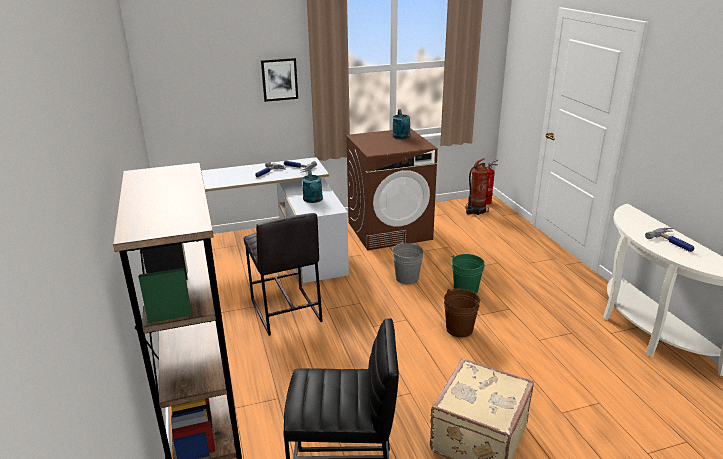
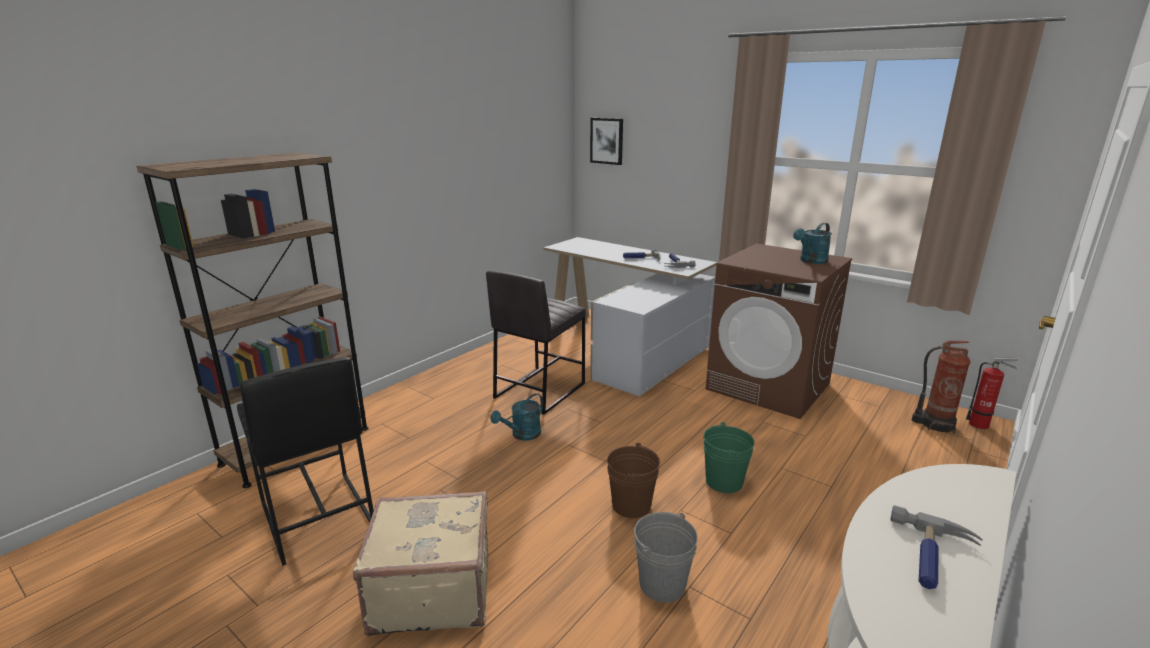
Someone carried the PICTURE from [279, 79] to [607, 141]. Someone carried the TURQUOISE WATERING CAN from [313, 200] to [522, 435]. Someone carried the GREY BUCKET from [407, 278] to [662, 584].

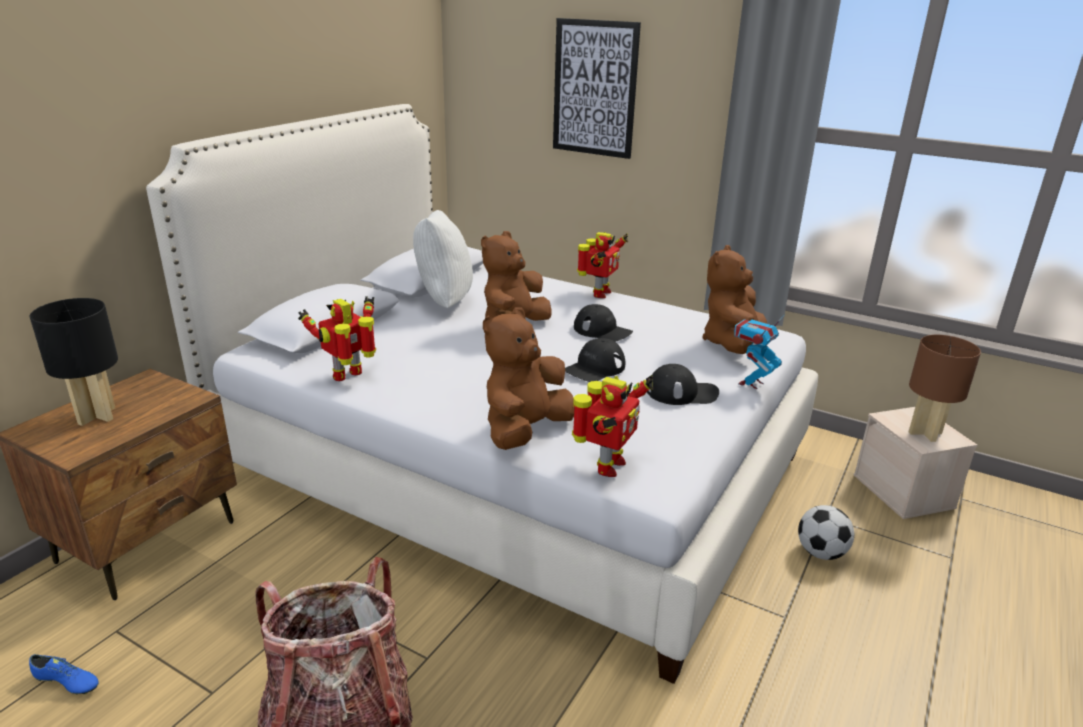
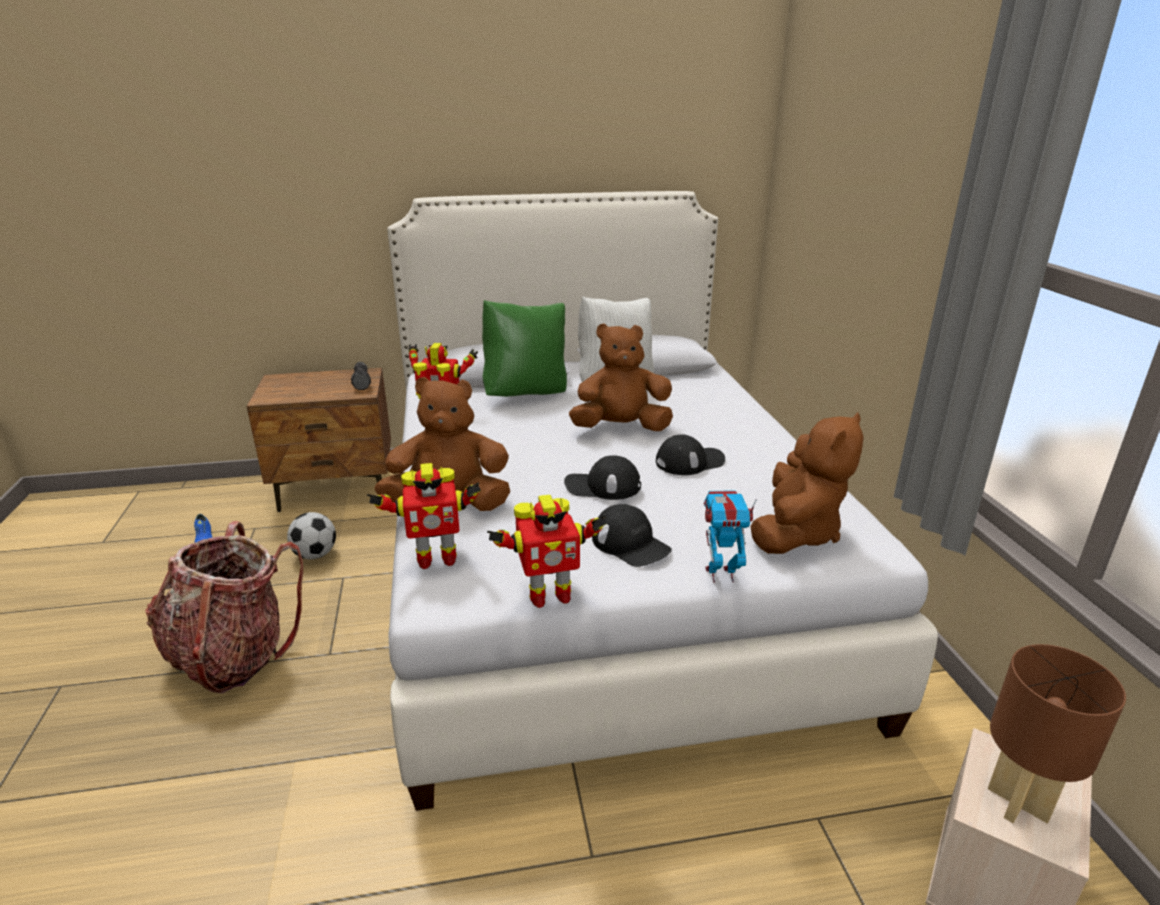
Someone took away the PICTURE at [595, 88]. Someone carried the TOY ROBOT from [599, 294] to [548, 595]. Someone rotated the BROWN PLUSH TOY at [732, 344] by 135 degrees clockwise. Someone took away the BLACK TABLE LAMP at [97, 415]. Someone rotated the BLACK CAP at [602, 331] by 105 degrees counterclockwise. Someone carried the FOOTBALL from [821, 553] to [315, 555]. Someone put down the GREEN PILLOW at [526, 393]. Someone put down the FLASHLIGHT at [363, 382].

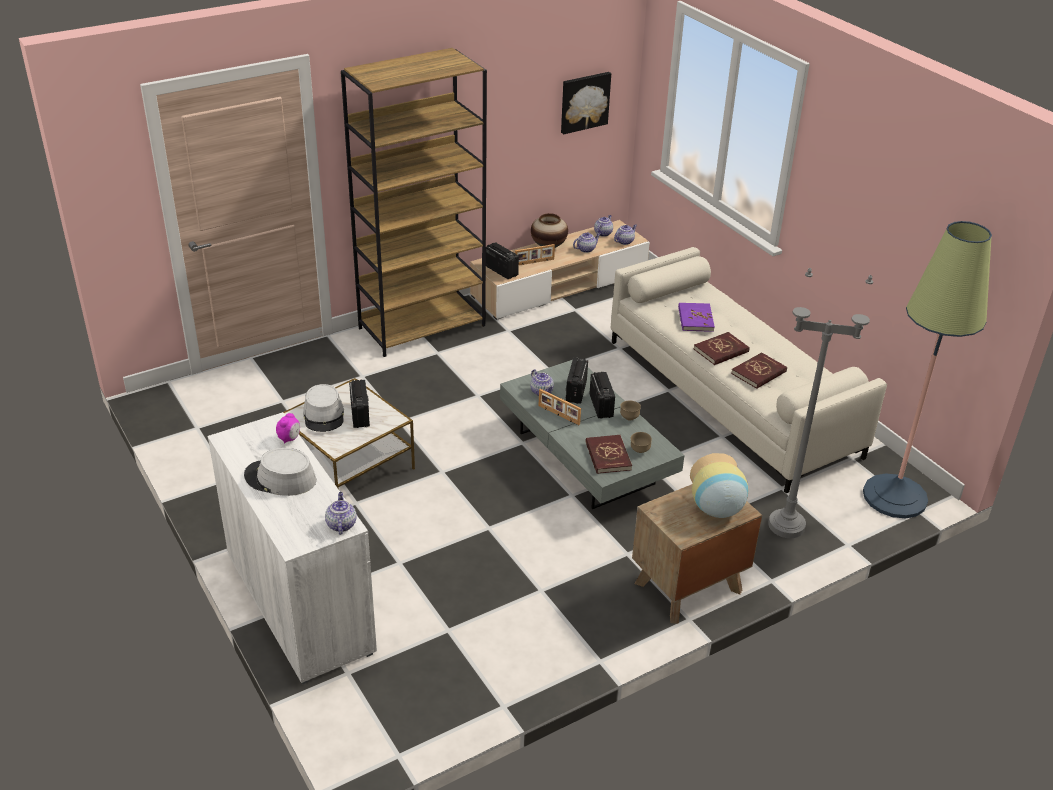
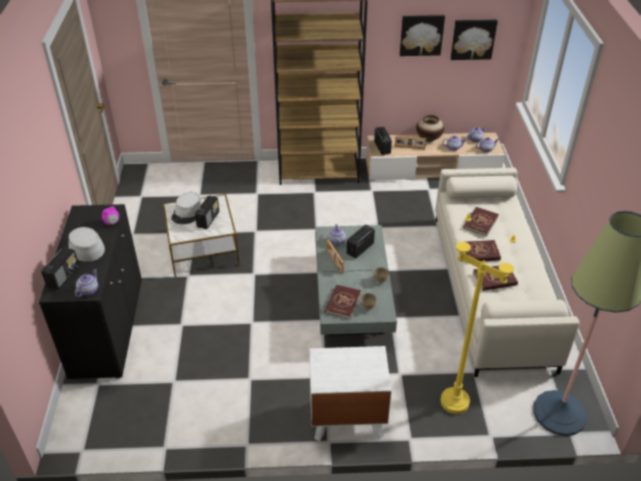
Someone repainted the GREY FLOOR LAMP at [786, 525], which became the YELLOW FLOOR LAMP at [454, 401]. Someone repainted the PURPLE BOOK at [695, 319], which became the RED BOOK at [480, 222]. Someone carried the RADIO from [601, 405] to [63, 276]. Someone repainted the WHITE CABINET at [300, 602], which became the BLACK CABINET at [108, 327]. Someone took away the VASE at [716, 509]. Someone repainted the BROWN NIGHTSTAND at [688, 587], which became the WHITE NIGHTSTAND at [346, 418]. Someone put up the PICTURE at [421, 34].

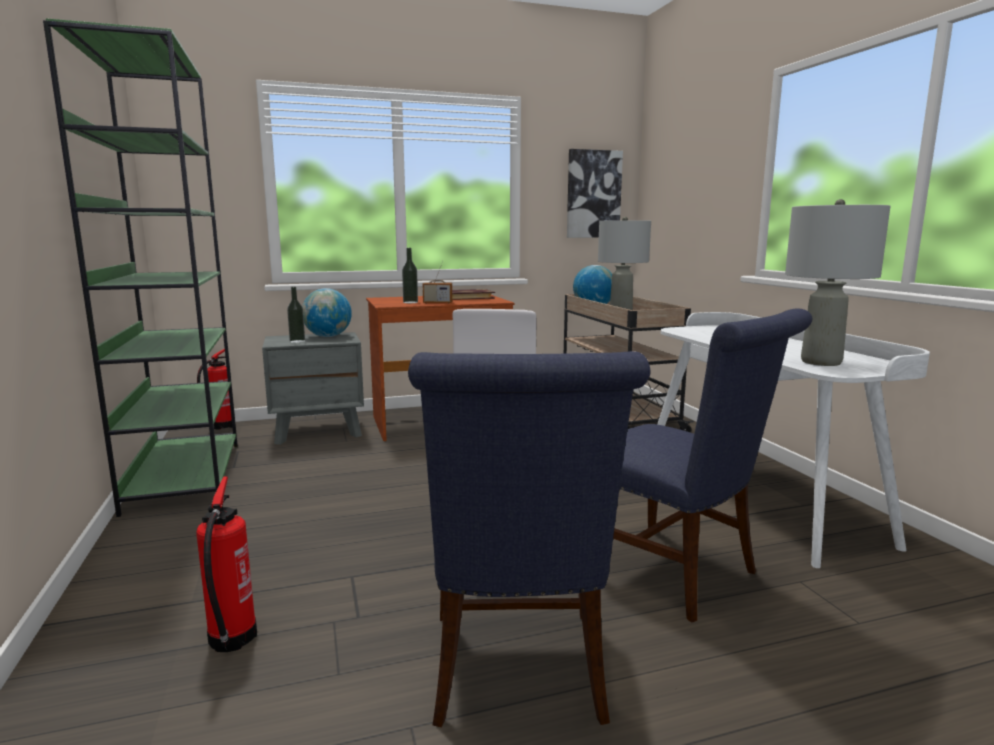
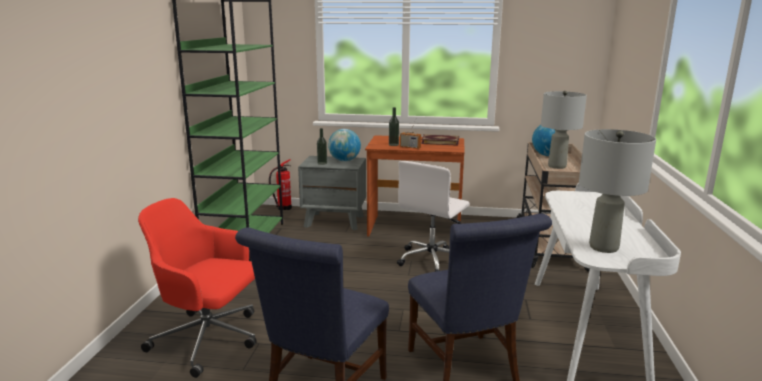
Someone took away the PICTURE at [593, 194]. Someone swapped the FIRE EXTINGUISHER at [230, 640] for the RED OFFICE CHAIR at [209, 339].

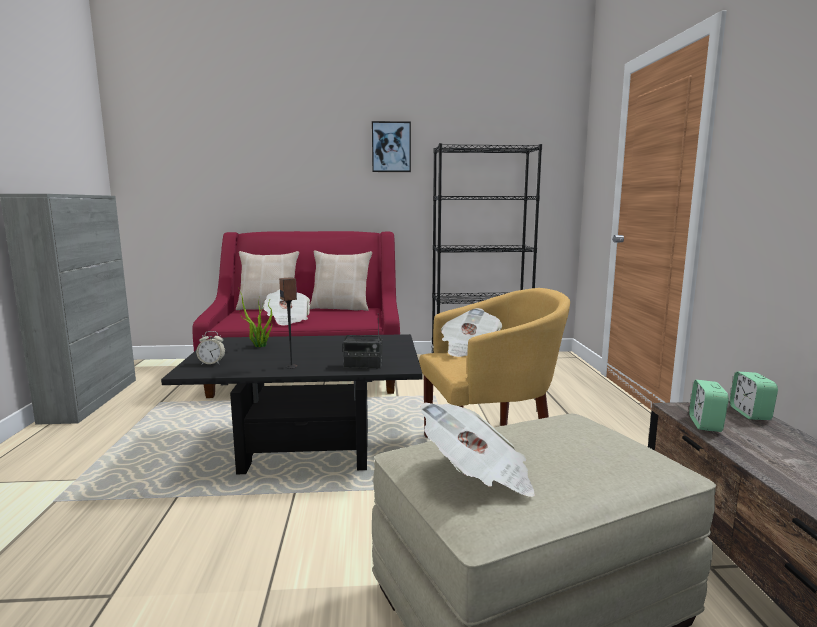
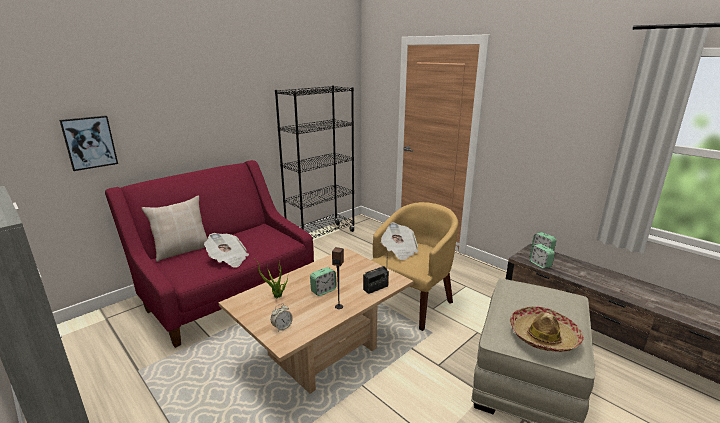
Someone carried the PICTURE from [391, 147] to [89, 142]. Someone took away the BEIGE PILLOW at [341, 308]. Someone repainted the BLACK COFFEE TABLE at [308, 449], which became the BEIGE COFFEE TABLE at [322, 352]. Someone swapped the NEWSPAPER at [478, 476] for the HAT at [543, 336]. Someone put down the ALARM CLOCK at [323, 290].

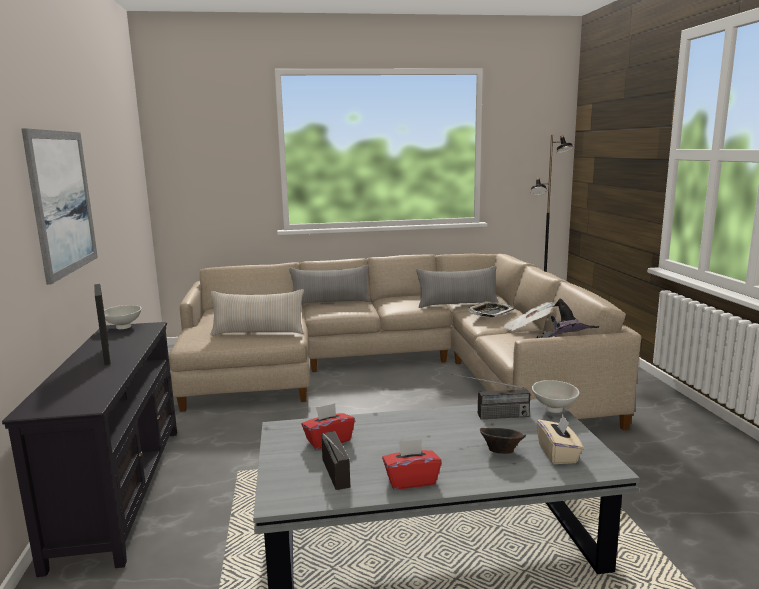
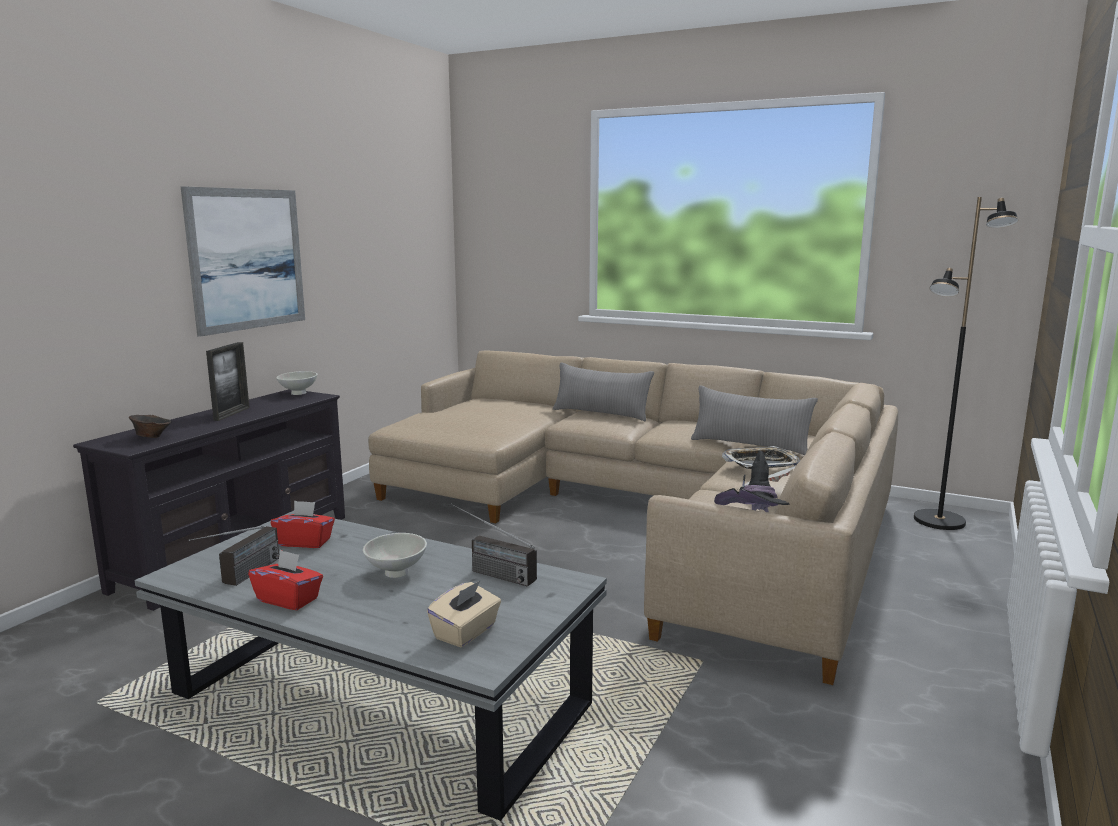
Someone took away the BEIGE PILLOW at [258, 332]. Someone carried the WHITE BOWL from [555, 409] to [397, 573]. Someone carried the BROWN BOWL from [500, 451] to [152, 437].

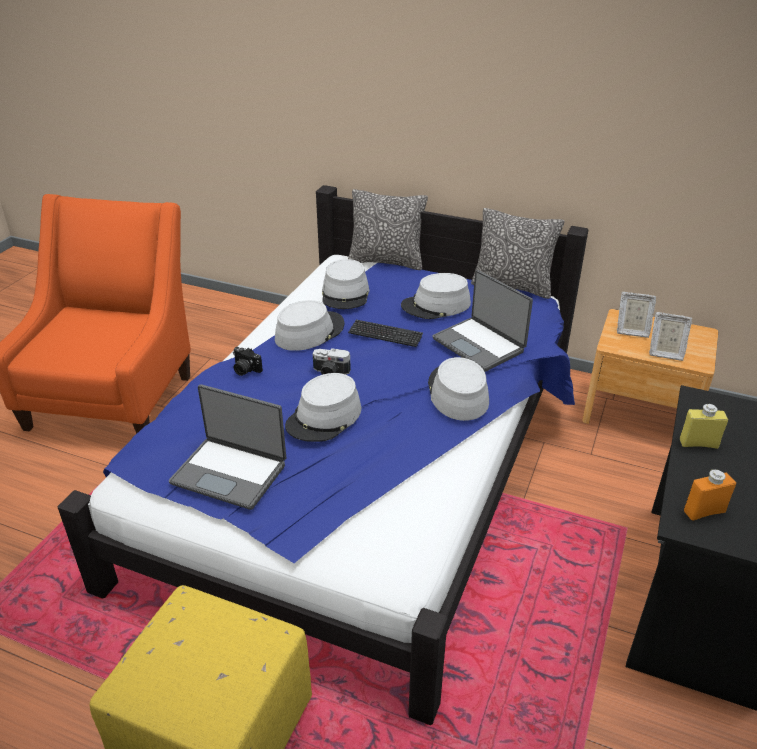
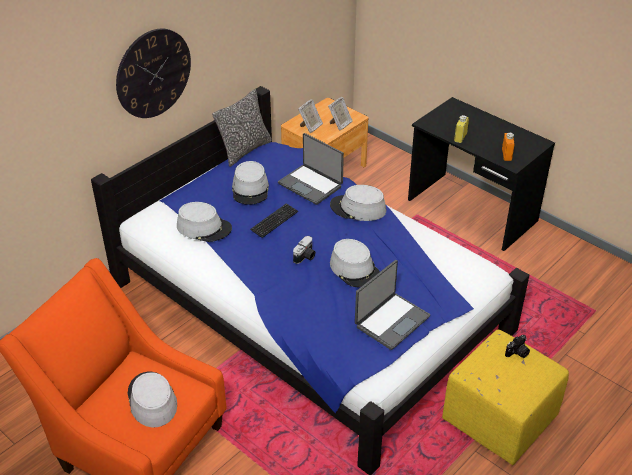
Someone took away the PILLOW at [386, 261]. Someone rotated the LAPTOP at [479, 344] by 60 degrees clockwise. Someone carried the GREY HAT from [309, 332] to [151, 400]. Someone carried the PHOTO CAMERA from [245, 369] to [517, 353]. Someone put up the WALL CLOCK at [153, 73].

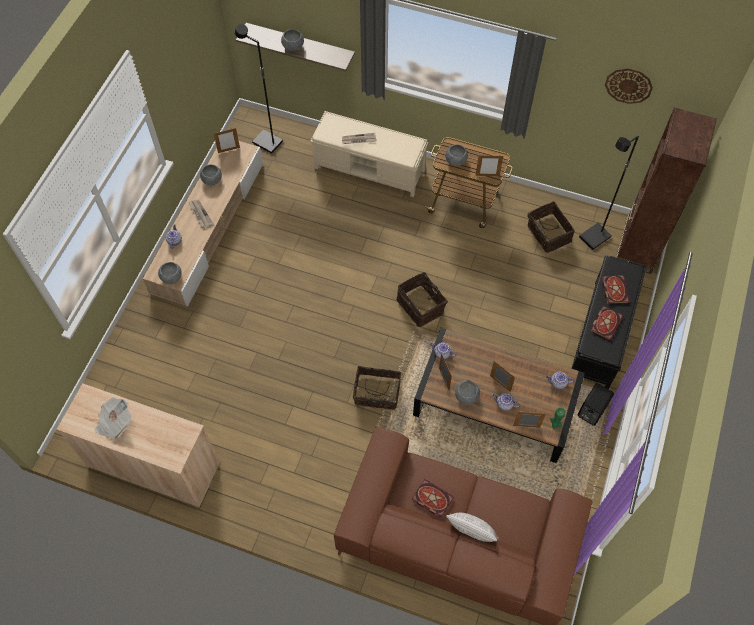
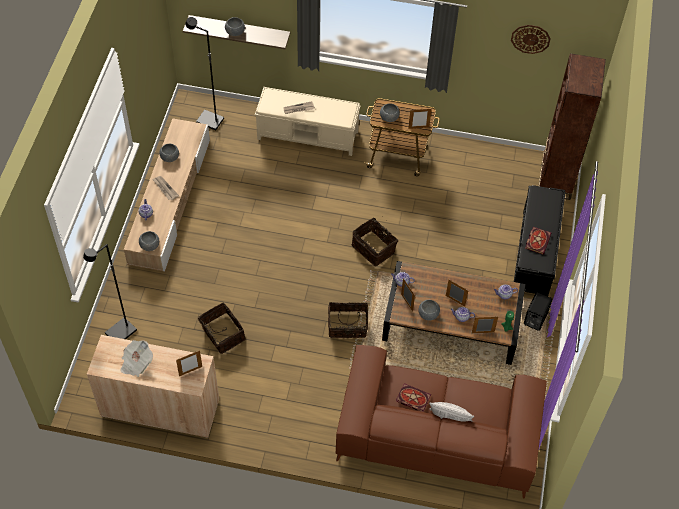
Someone carried the PICTURE FRAME from [229, 150] to [190, 371]. Someone carried the BLACK FLOOR LAMP from [595, 238] to [121, 333]. Someone carried the BASKET from [547, 234] to [222, 334]. Someone took away the BOOK at [614, 289].

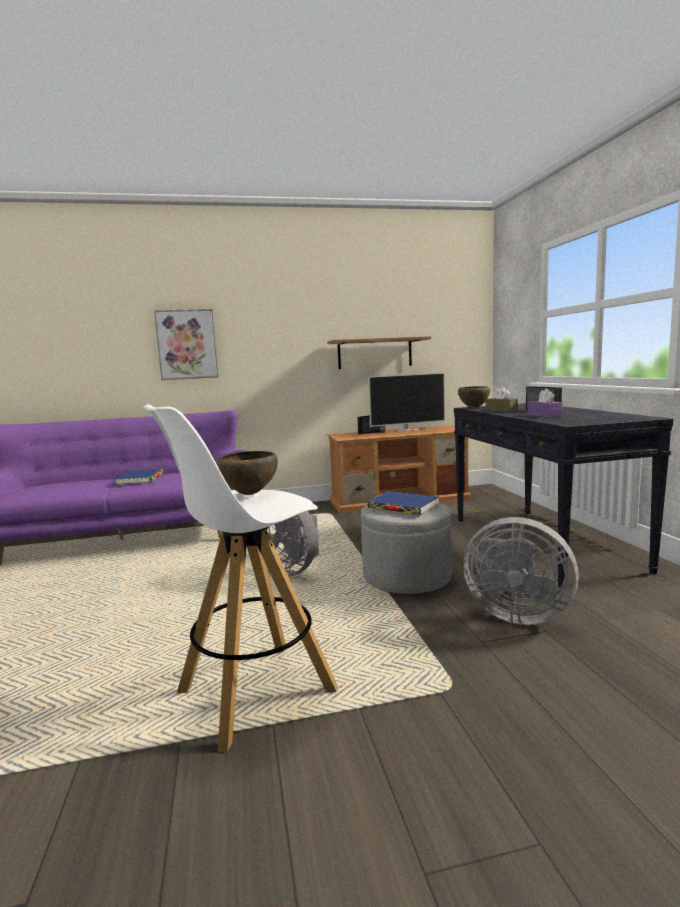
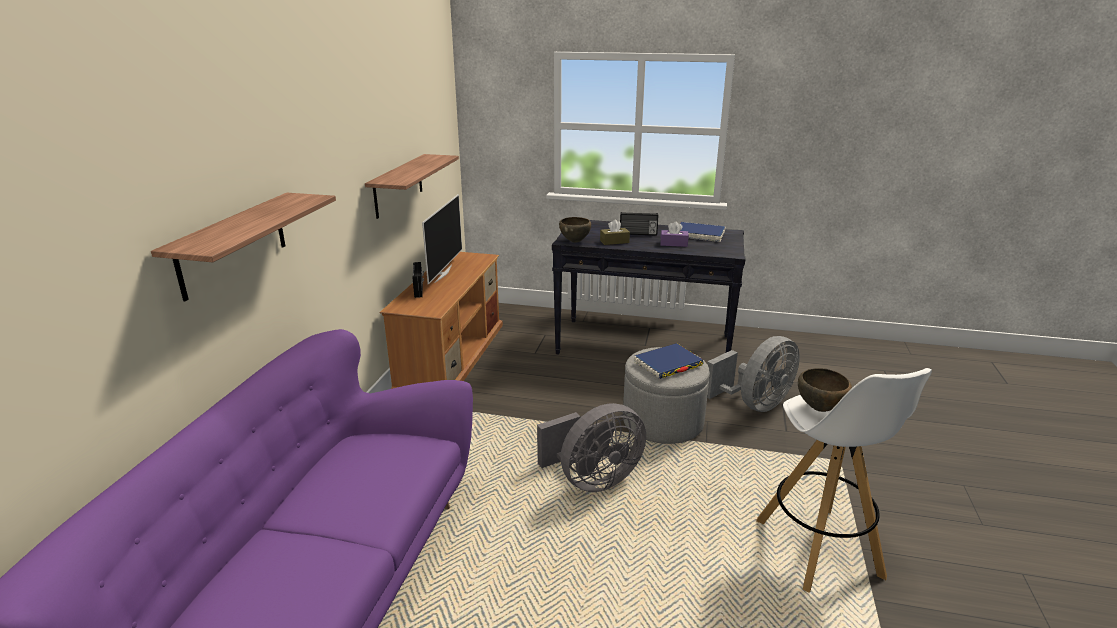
Someone swapped the PICTURE at [187, 344] for the SHELF at [233, 244]. Someone carried the BLUE BOOK from [140, 479] to [699, 234].

